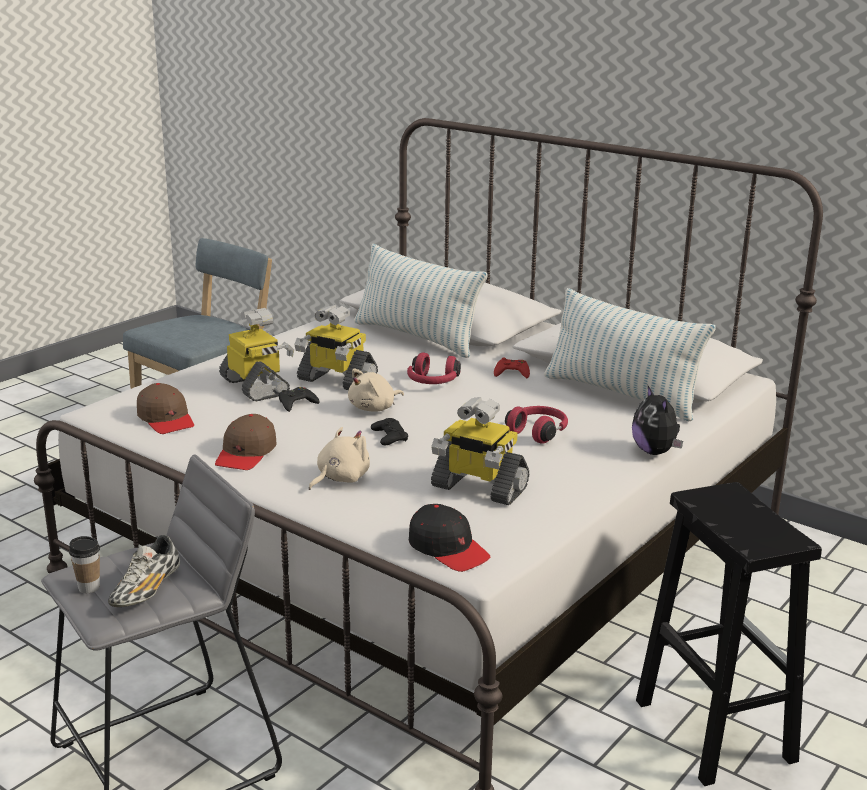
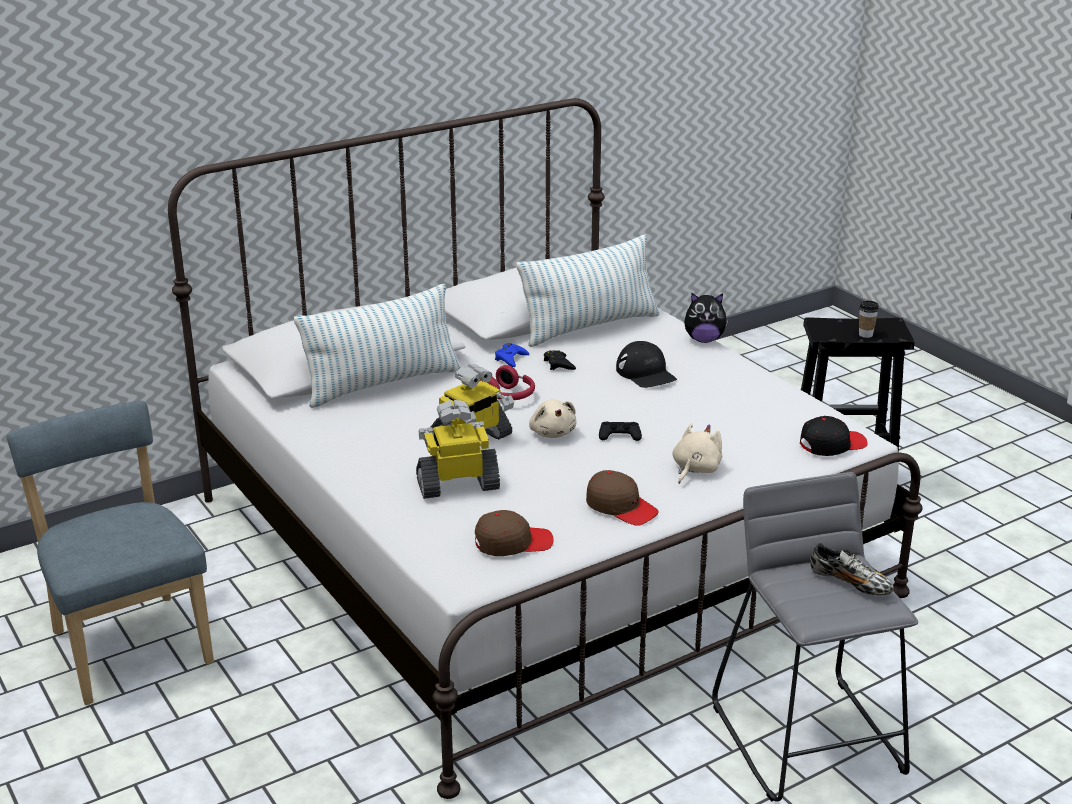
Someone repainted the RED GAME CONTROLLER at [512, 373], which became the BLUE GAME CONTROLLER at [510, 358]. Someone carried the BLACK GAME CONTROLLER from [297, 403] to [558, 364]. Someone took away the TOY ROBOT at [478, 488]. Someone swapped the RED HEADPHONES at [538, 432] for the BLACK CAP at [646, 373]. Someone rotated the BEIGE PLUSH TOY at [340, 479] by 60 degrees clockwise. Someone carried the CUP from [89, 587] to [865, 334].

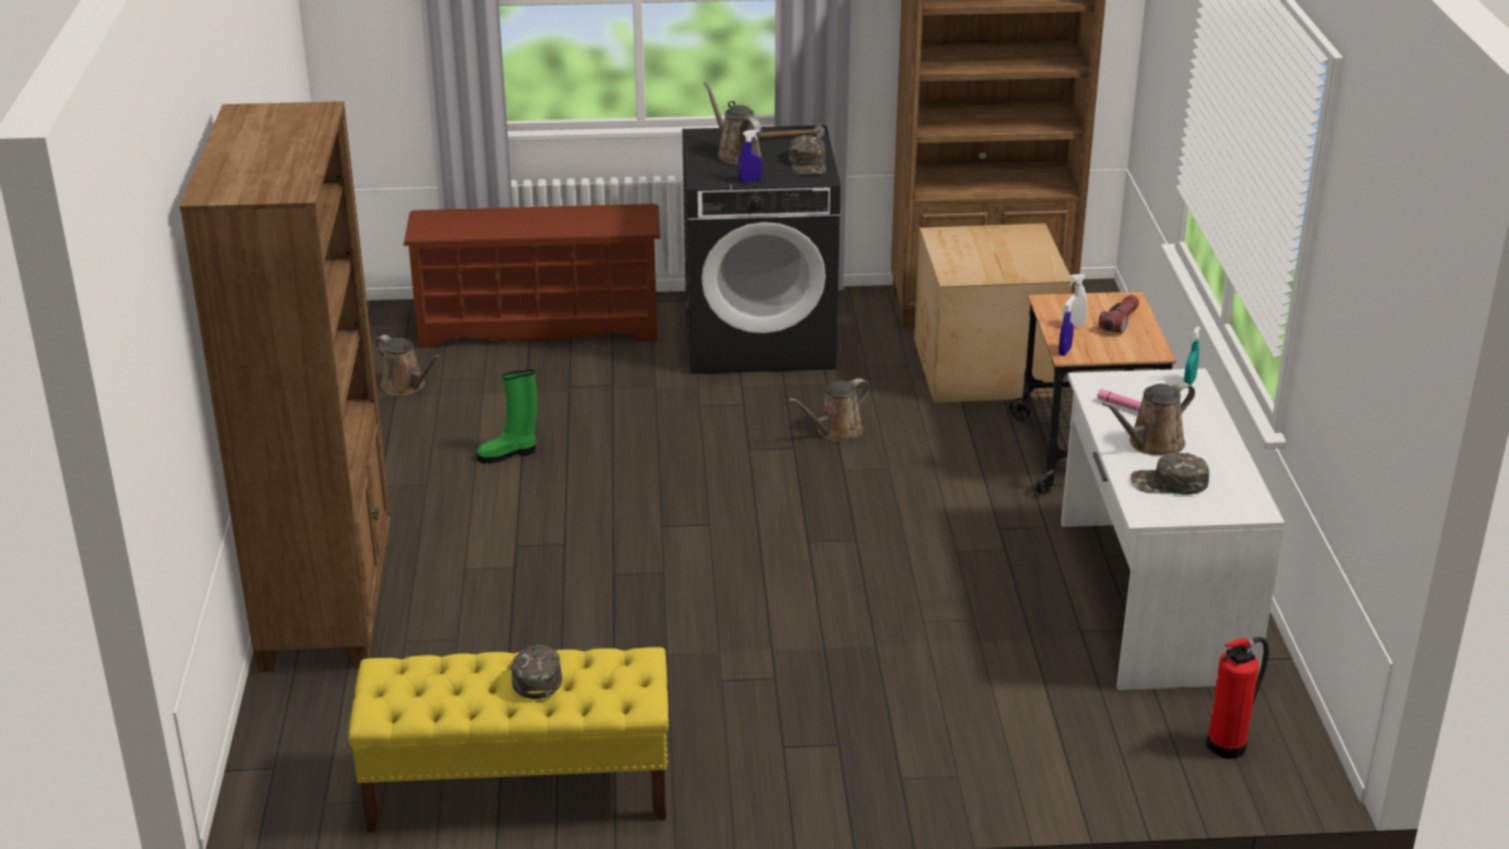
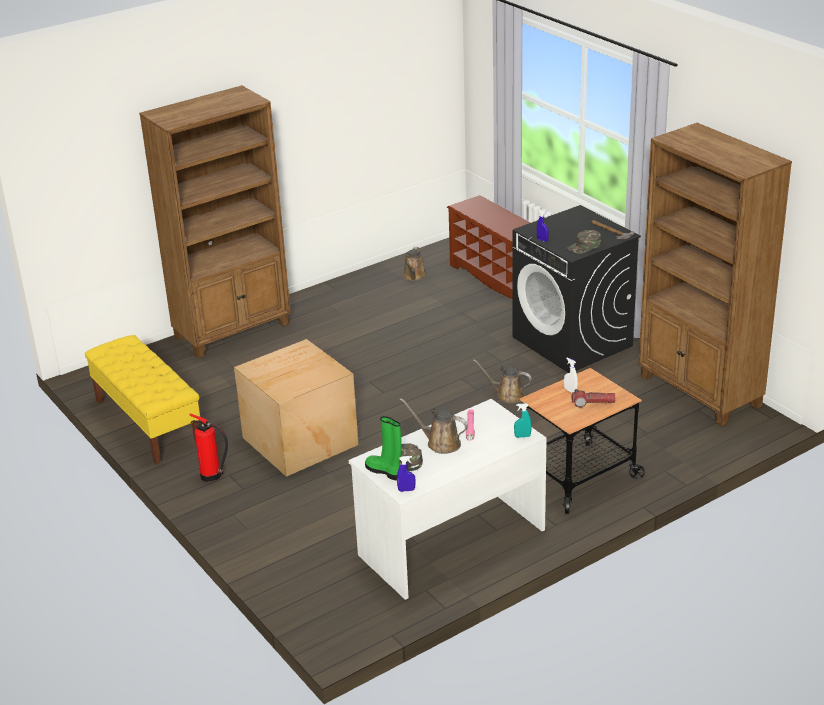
Someone took away the BROWN WATERING CAN at [736, 153]. Someone carried the CARDBOARD BOX from [984, 368] to [298, 441]. Someone carried the BLUE SPRAY BOTTLE from [1064, 351] to [406, 490]. Someone carried the GREEN BOOT from [509, 454] to [385, 471]. Someone carried the FIRE EXTINGUISHER from [1229, 744] to [212, 476]. Someone took away the GREEN CAP at [536, 674].

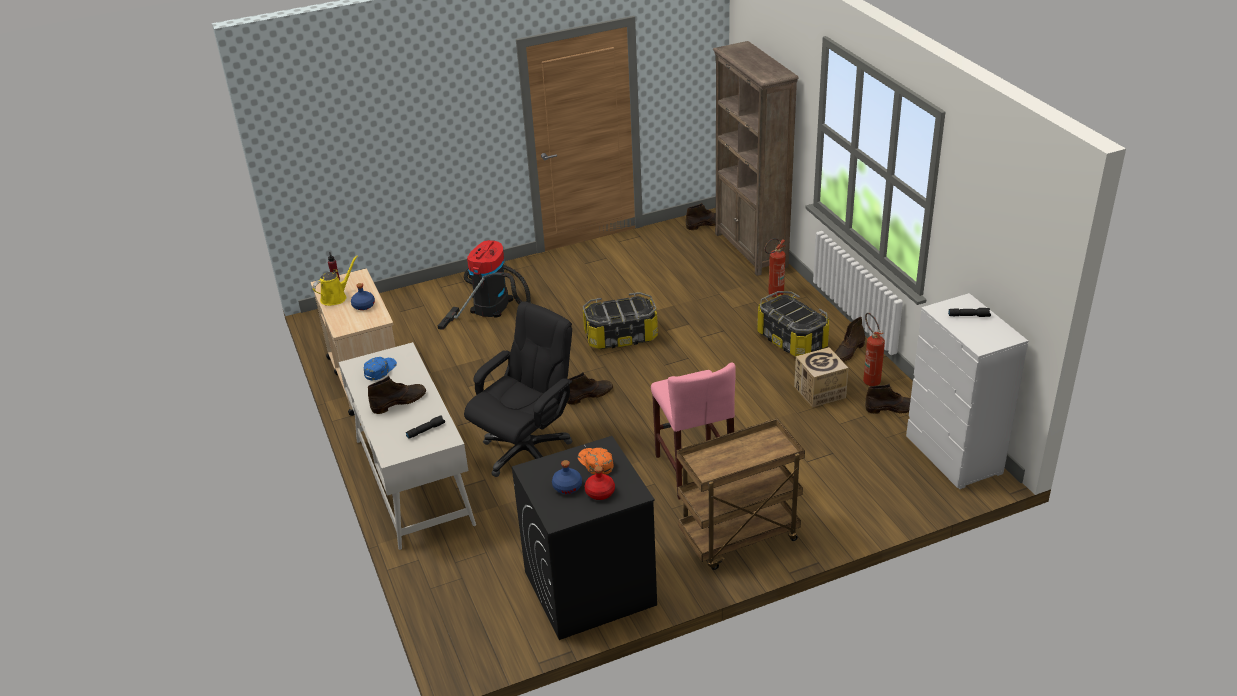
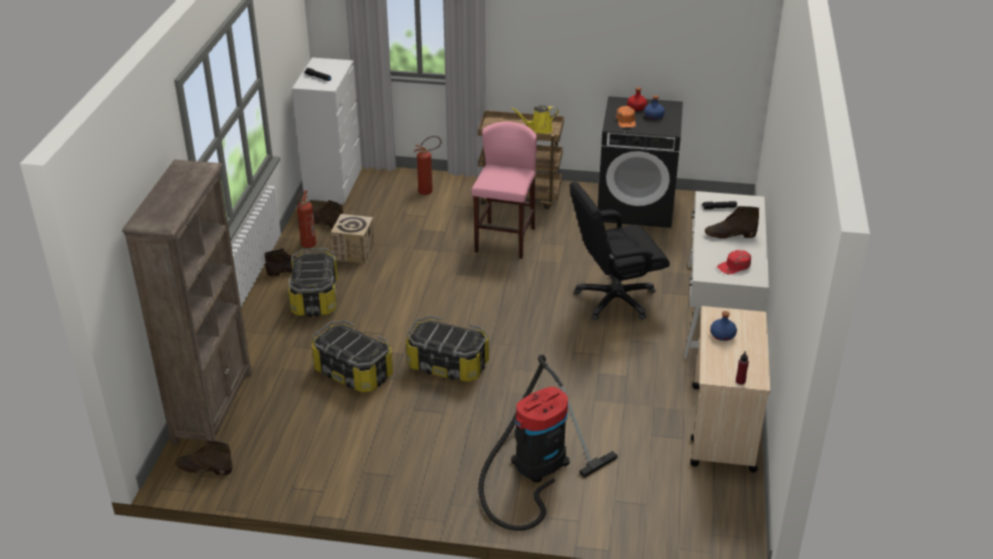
Someone carried the FIRE EXTINGUISHER from [773, 294] to [429, 191]. Someone carried the YELLOW WATERING CAN from [336, 297] to [538, 130]. Someone repainted the BLUE CAP at [380, 370], which became the RED CAP at [734, 266]. Someone took away the BROWN BOOT at [589, 395]. Someone put down the STORAGE BOX at [353, 373].

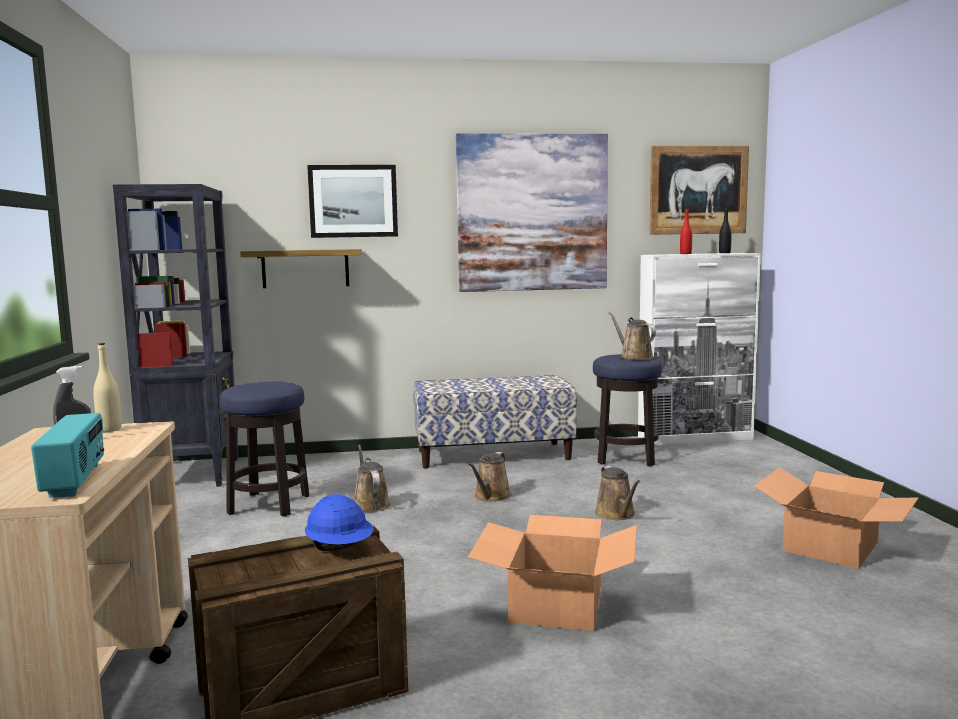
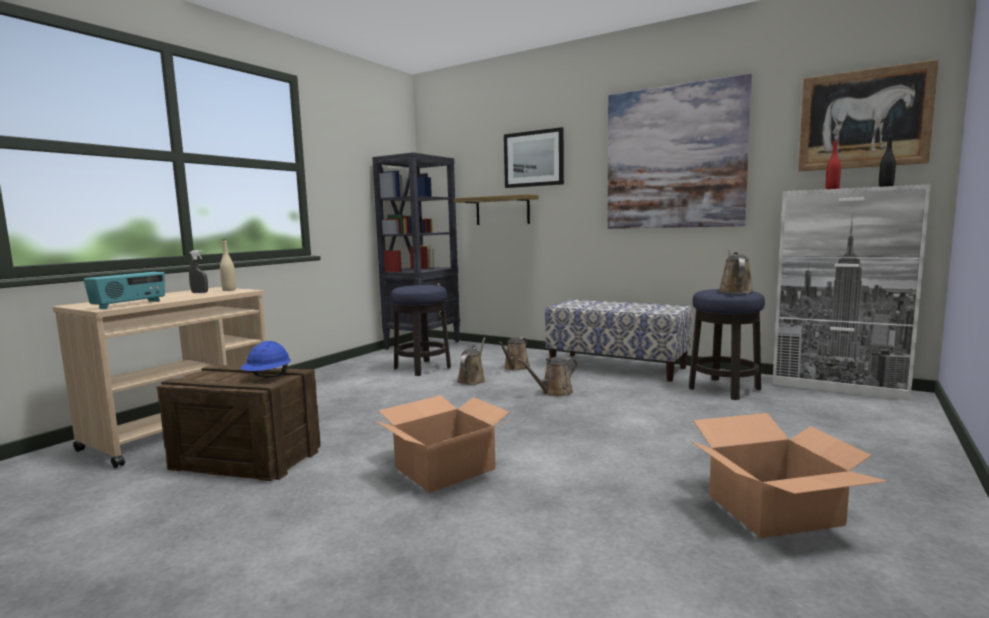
Someone carried the BROWN WATERING CAN from [616, 514] to [515, 367].

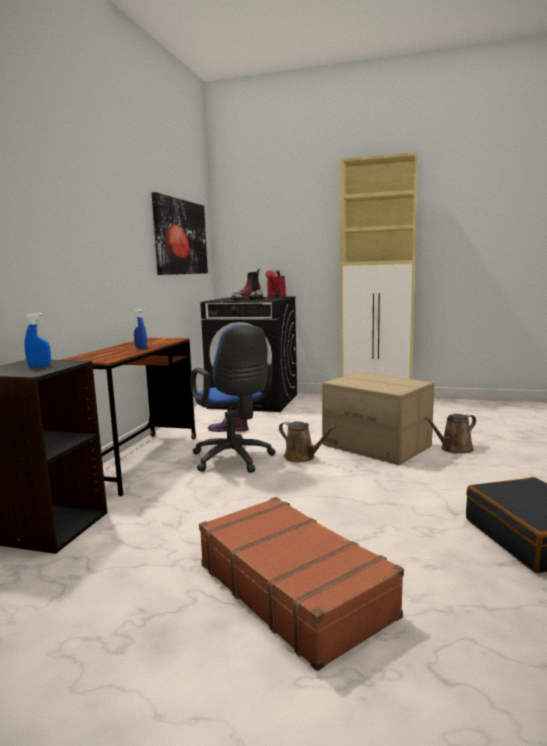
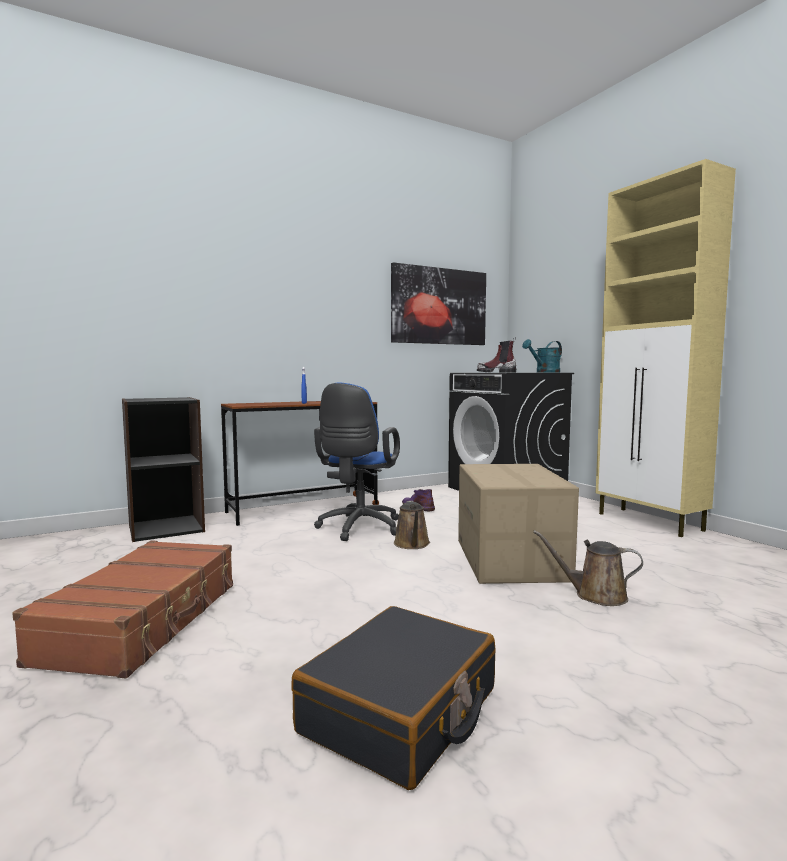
Someone repainted the RED WATERING CAN at [276, 297], which became the TURQUOISE WATERING CAN at [544, 372]. Someone took away the BLUE SPRAY BOTTLE at [39, 366].

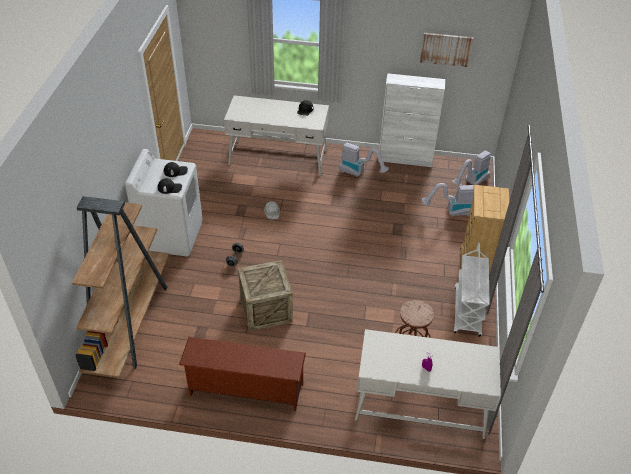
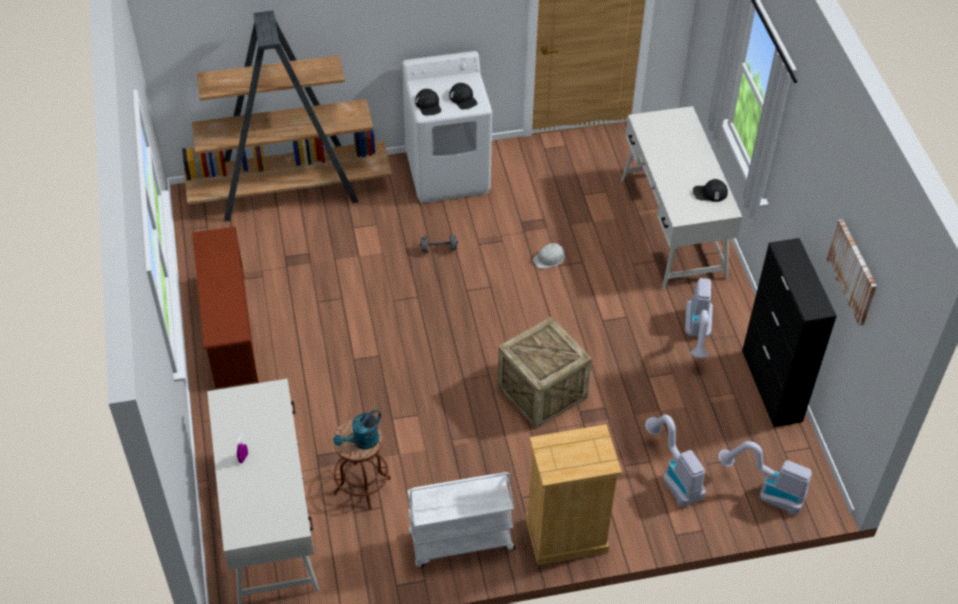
Someone repainted the WHITE CABINET at [405, 159], which became the BLACK CABINET at [771, 386]. Someone carried the CRATE from [266, 309] to [542, 392]. Someone put down the TURQUOISE WATERING CAN at [362, 442].

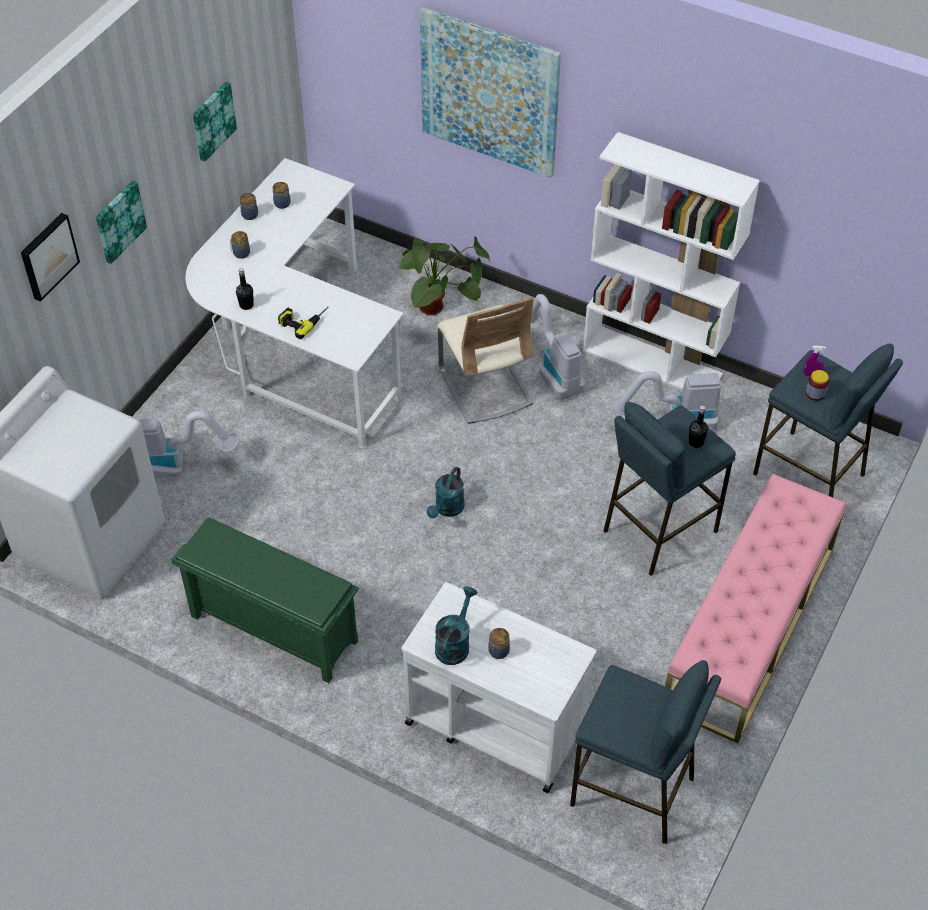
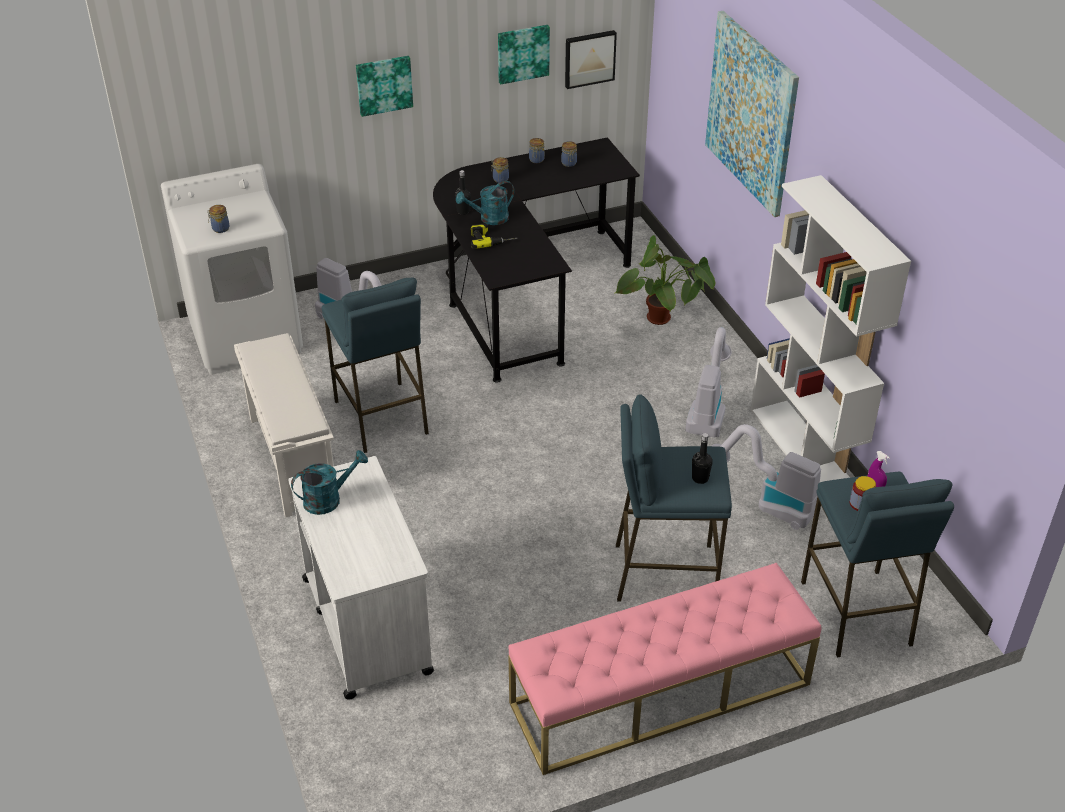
Someone repainted the WHITE DESK at [296, 348], which became the BLACK DESK at [524, 294]. Someone carried the PICTURE from [48, 256] to [589, 58]. Someone took away the BEIGE CHAIR at [485, 386]. Someone carried the TURQUOISE WATERING CAN from [447, 509] to [489, 219]. Someone repainted the GREEN SHOE RACK at [272, 629], which became the WHITE SHOE RACK at [291, 458]. Someone carried the JAR from [498, 652] to [220, 229]. Someone carried the BLUE STOOL from [633, 791] to [381, 417].

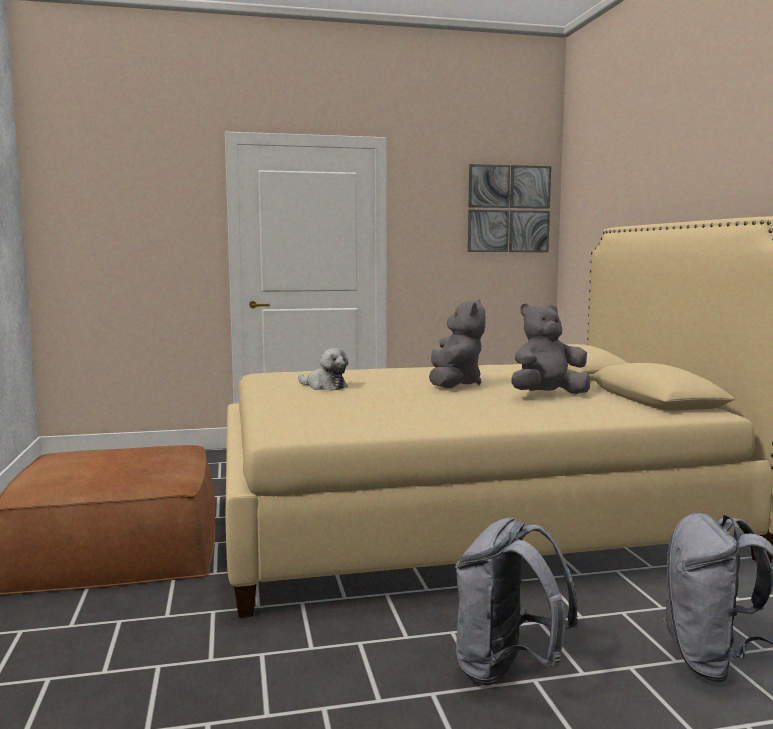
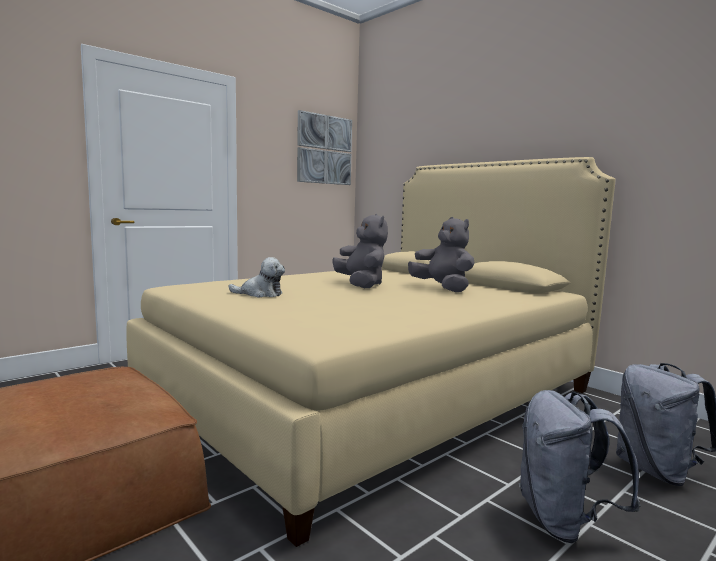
Someone rotated the GREY PLUSH TOY at [547, 395] by 105 degrees clockwise.

